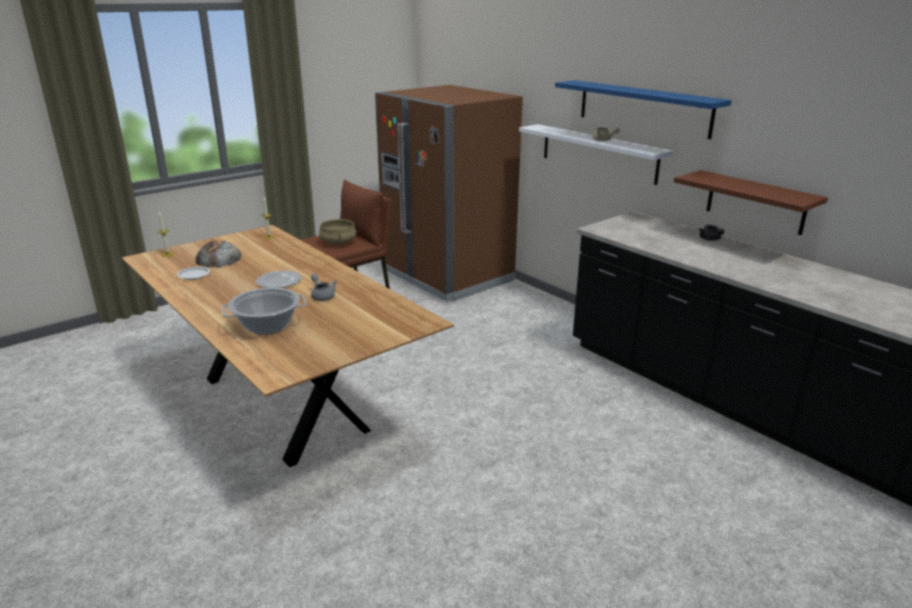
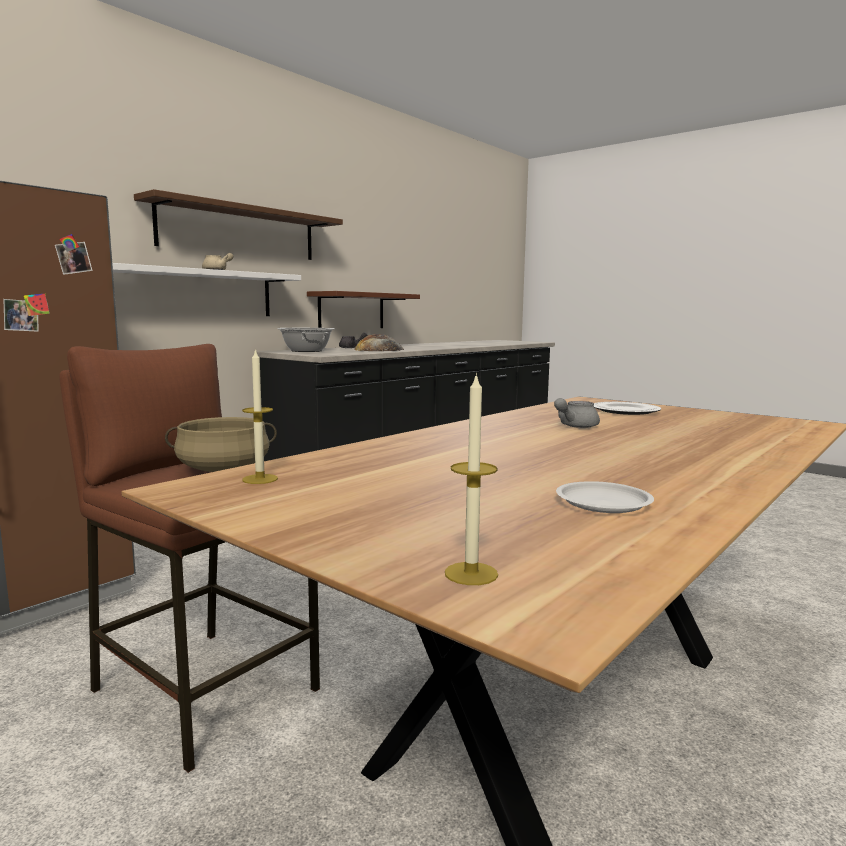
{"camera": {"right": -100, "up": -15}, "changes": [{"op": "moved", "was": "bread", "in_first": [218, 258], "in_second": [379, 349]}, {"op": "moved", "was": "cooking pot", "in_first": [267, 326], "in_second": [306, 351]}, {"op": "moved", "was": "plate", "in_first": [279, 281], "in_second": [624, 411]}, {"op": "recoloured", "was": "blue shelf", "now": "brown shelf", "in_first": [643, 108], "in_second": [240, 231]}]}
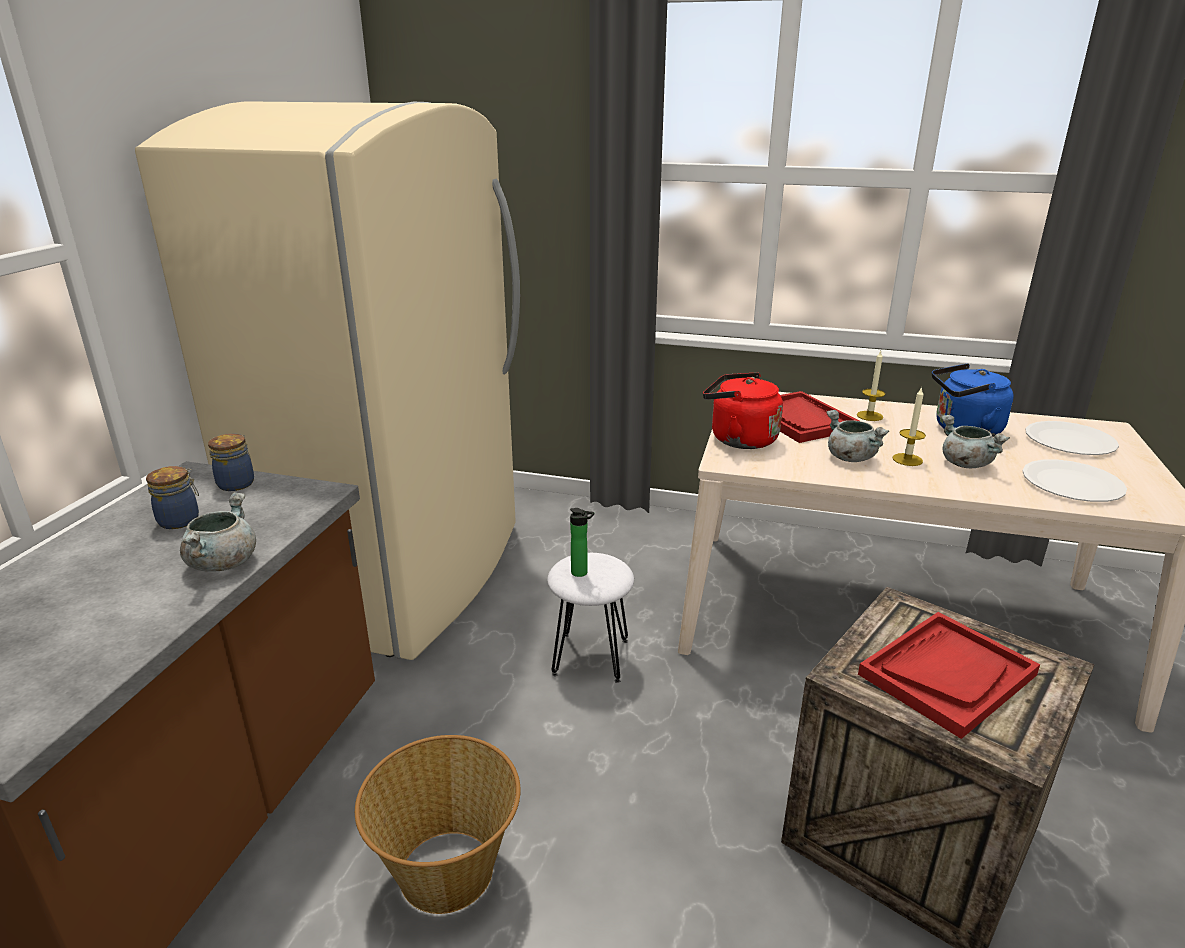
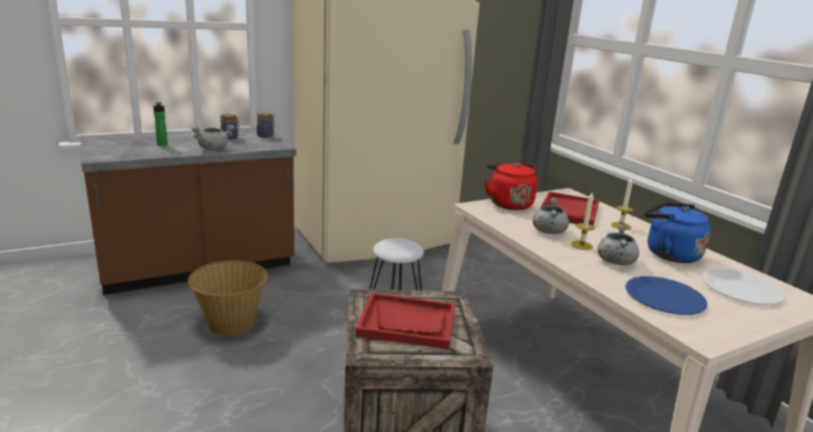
{"camera": {"right": 45, "up": -5}, "changes": [{"op": "moved", "was": "bottle", "in_first": [581, 573], "in_second": [162, 145]}, {"op": "recoloured", "was": "white plate", "now": "blue plate", "in_first": [1071, 483], "in_second": [664, 297]}]}
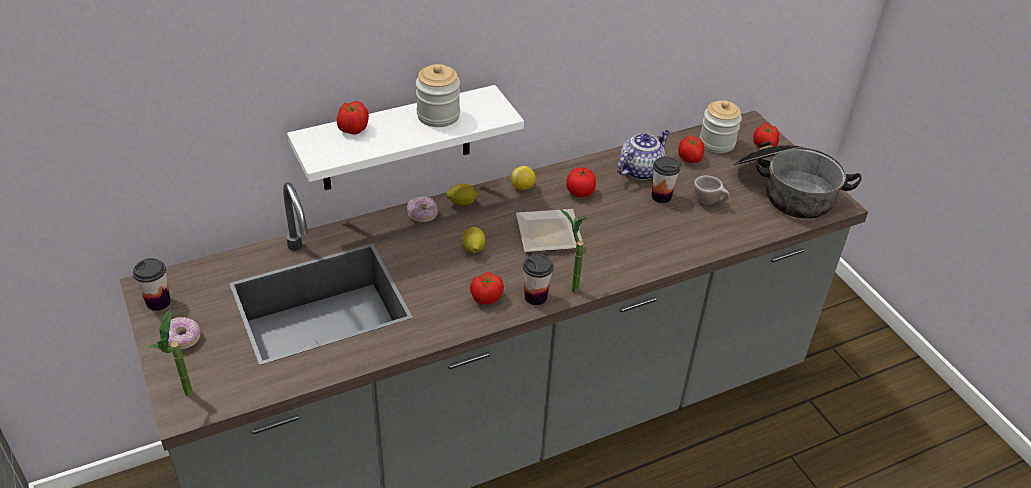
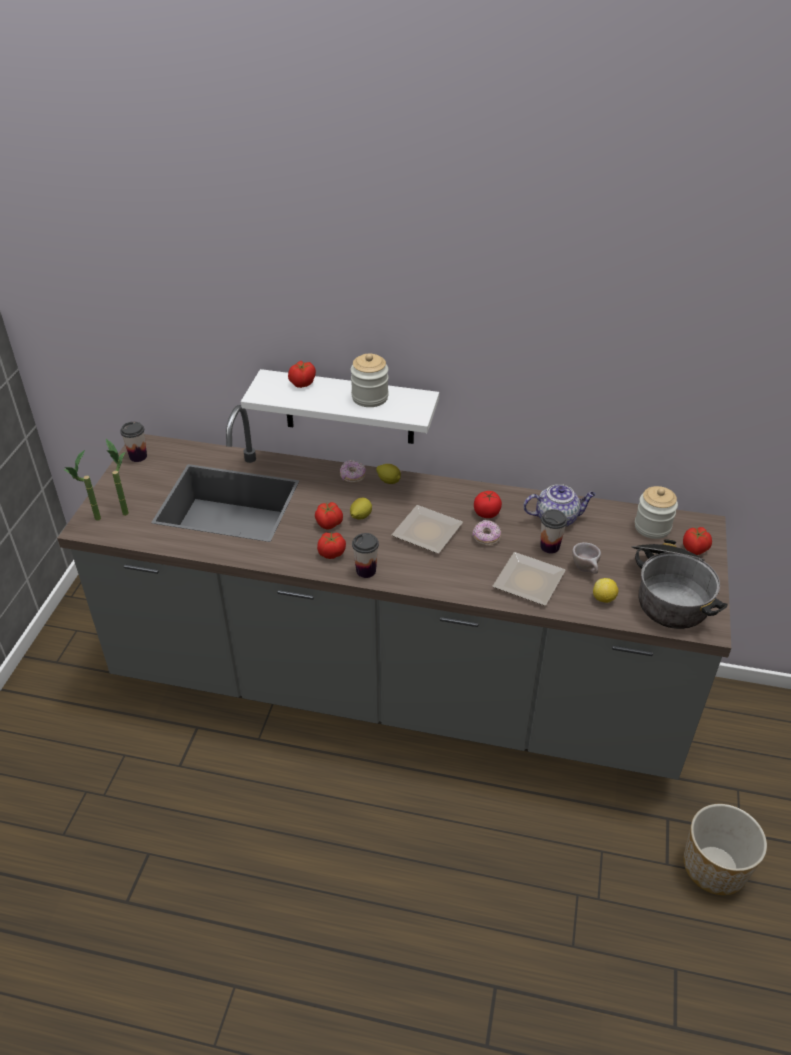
{"camera": {"right": 40, "up": 0}, "changes": [{"op": "moved", "was": "donut", "in_first": [183, 339], "in_second": [486, 538]}, {"op": "moved", "was": "lemon", "in_first": [523, 187], "in_second": [603, 599]}, {"op": "moved", "was": "potted plant", "in_first": [569, 286], "in_second": [125, 509]}, {"op": "moved", "was": "tomato", "in_first": [690, 158], "in_second": [329, 524]}, {"op": "added", "now": "plate", "in_second": [530, 583]}, {"op": "added", "now": "planter", "in_second": [715, 867]}]}
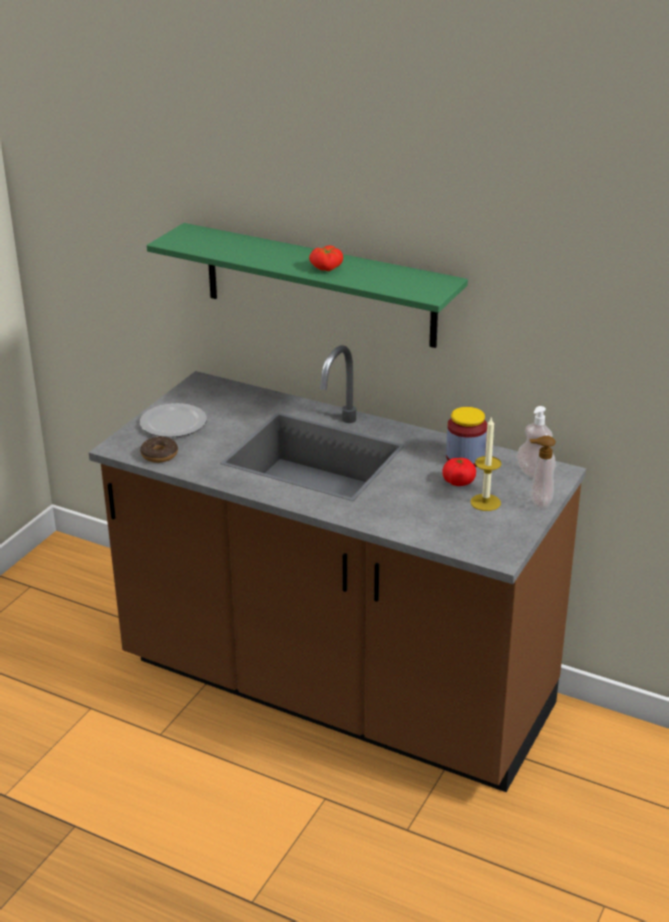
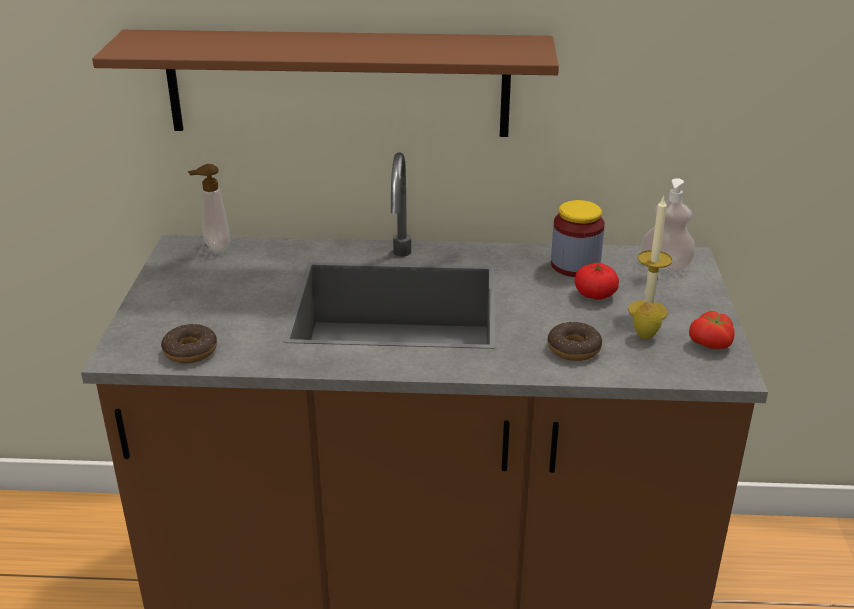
{"camera": {"right": -25, "up": 0}, "changes": [{"op": "removed", "was": "plate", "in_first": [174, 423]}, {"op": "recoloured", "was": "green shelf", "now": "brown shelf", "in_first": [319, 285], "in_second": [338, 83]}, {"op": "moved", "was": "tomato", "in_first": [326, 269], "in_second": [711, 344]}, {"op": "moved", "was": "soap dispenser", "in_first": [538, 504], "in_second": [214, 248]}, {"op": "added", "now": "donut", "in_second": [574, 349]}, {"op": "added", "now": "lemon", "in_second": [645, 336]}]}
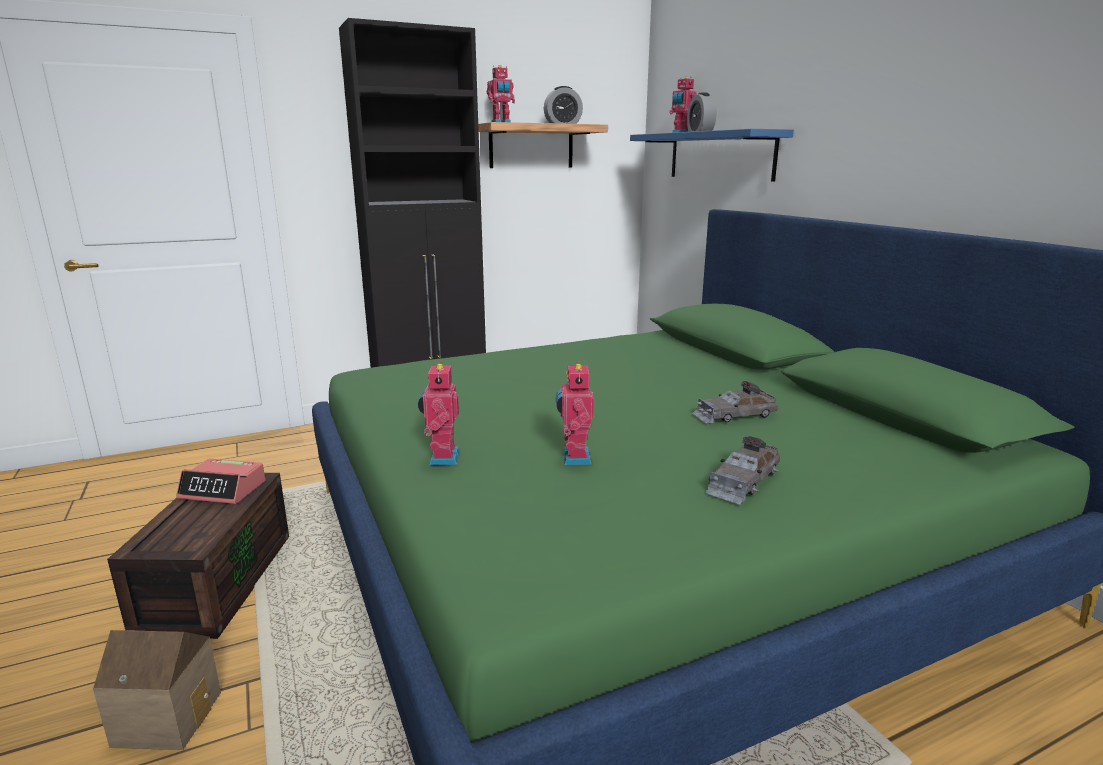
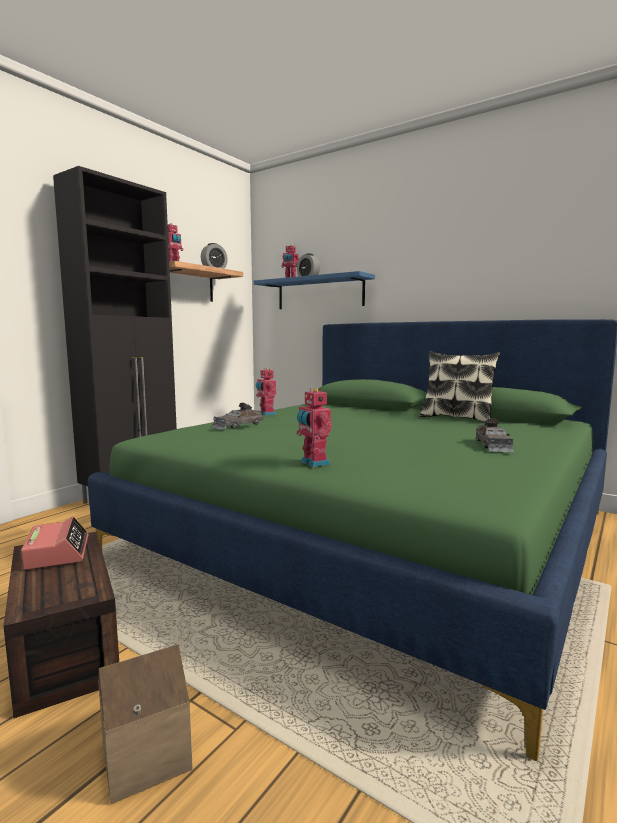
{"camera": {"right": -30, "up": -10}, "changes": [{"op": "turned", "was": "alarm clock", "in_first": [223, 490], "in_second": [57, 552], "clockwise": -90}, {"op": "moved", "was": "toy robot", "in_first": [574, 458], "in_second": [266, 414]}, {"op": "moved", "was": "grey toy car", "in_first": [733, 415], "in_second": [237, 425]}, {"op": "added", "now": "pillow", "in_second": [457, 418]}]}
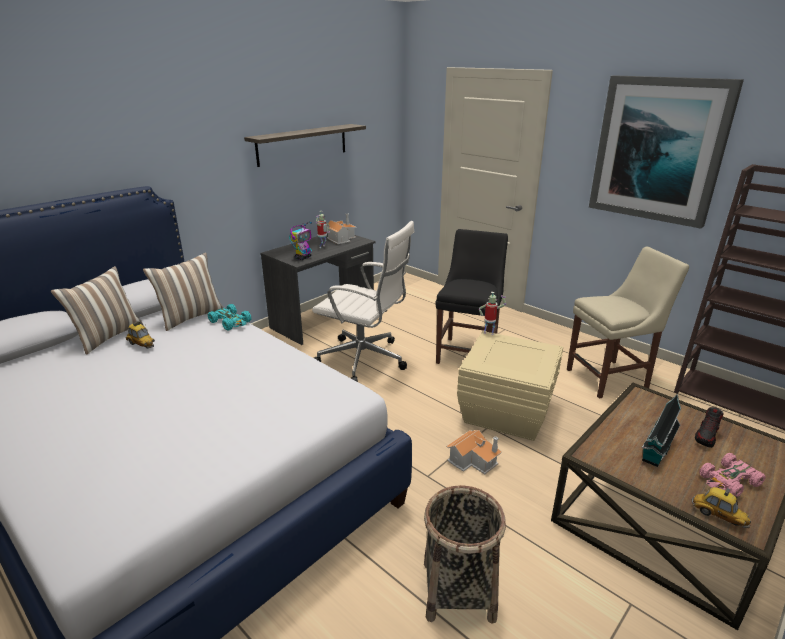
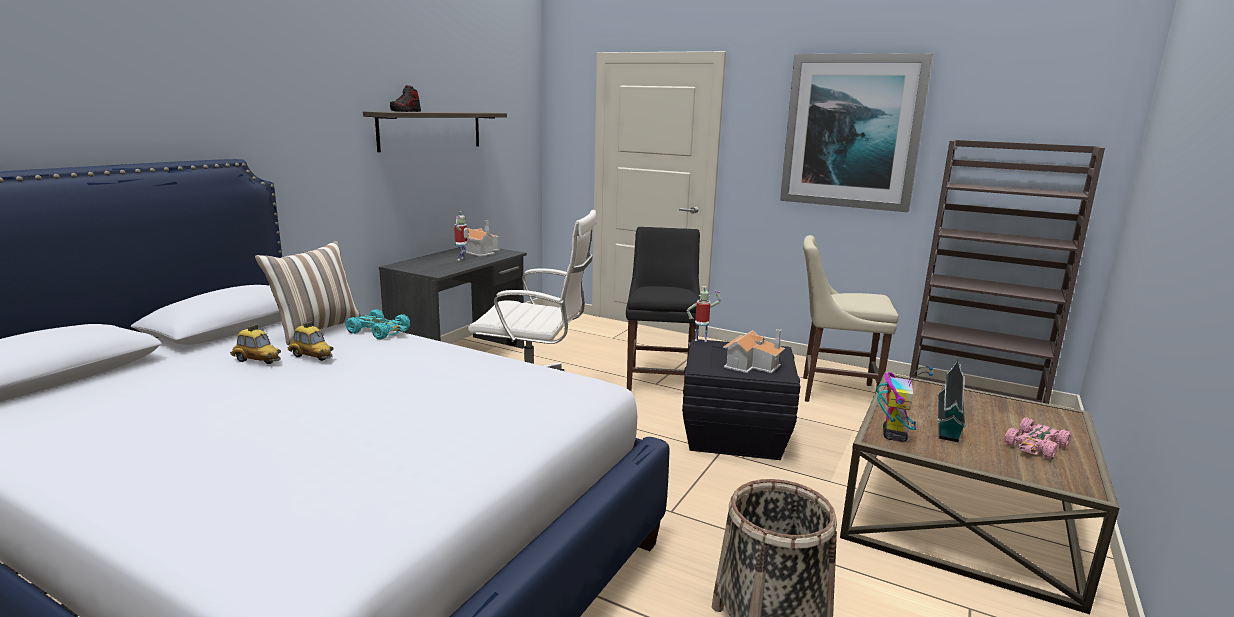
{"camera": {"right": -15, "up": -10}, "changes": [{"op": "removed", "was": "pillow", "in_first": [107, 337]}, {"op": "moved", "was": "toy robot", "in_first": [303, 258], "in_second": [894, 435]}, {"op": "moved", "was": "toy house", "in_first": [473, 460], "in_second": [752, 364]}, {"op": "recoloured", "was": "beige storage box", "now": "black storage box", "in_first": [505, 411], "in_second": [733, 434]}, {"op": "turned", "was": "beige chair", "in_first": [610, 378], "in_second": [833, 392], "clockwise": -135}, {"op": "moved", "was": "toy car", "in_first": [718, 516], "in_second": [312, 357]}, {"op": "moved", "was": "shoe", "in_first": [706, 436], "in_second": [405, 111]}]}
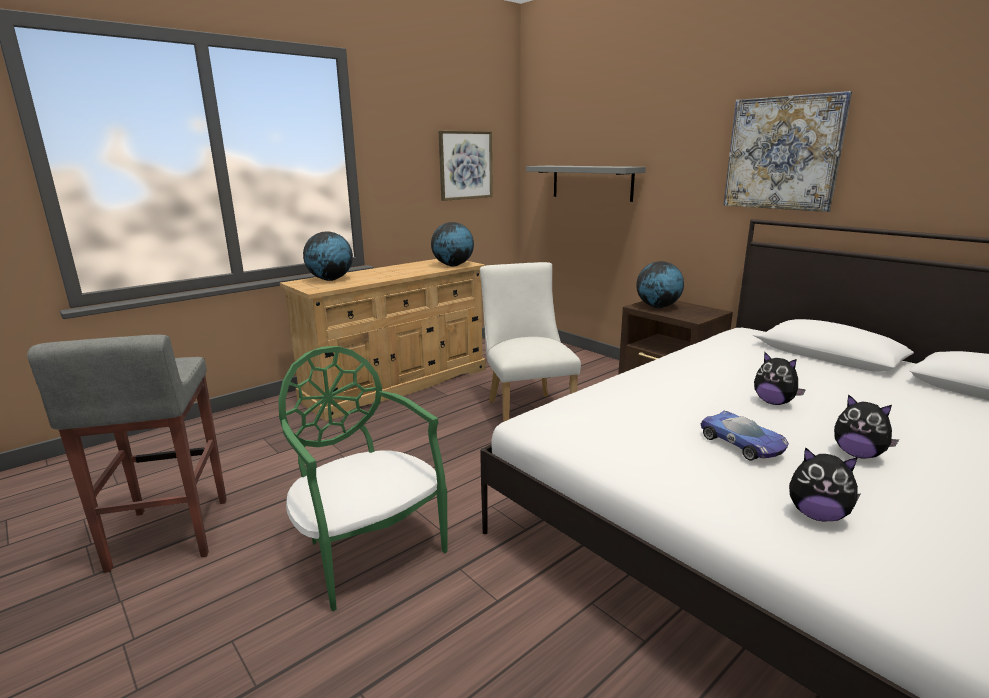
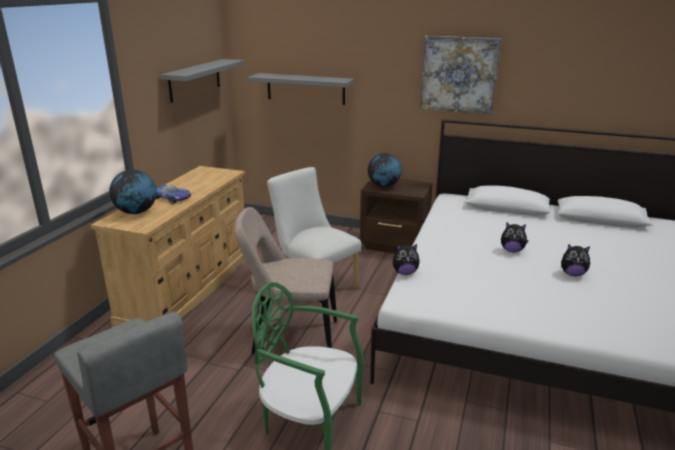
{"camera": {"right": -30, "up": 5}, "changes": [{"op": "removed", "was": "globe", "in_first": [453, 265]}, {"op": "replaced", "was": "picture", "now": "grey shelf", "in_first": [465, 165], "in_second": [195, 80]}, {"op": "moved", "was": "toy car", "in_first": [743, 443], "in_second": [172, 198]}, {"op": "moved", "was": "plush toy", "in_first": [817, 515], "in_second": [405, 273]}, {"op": "added", "now": "beige chair", "in_second": [290, 338]}]}
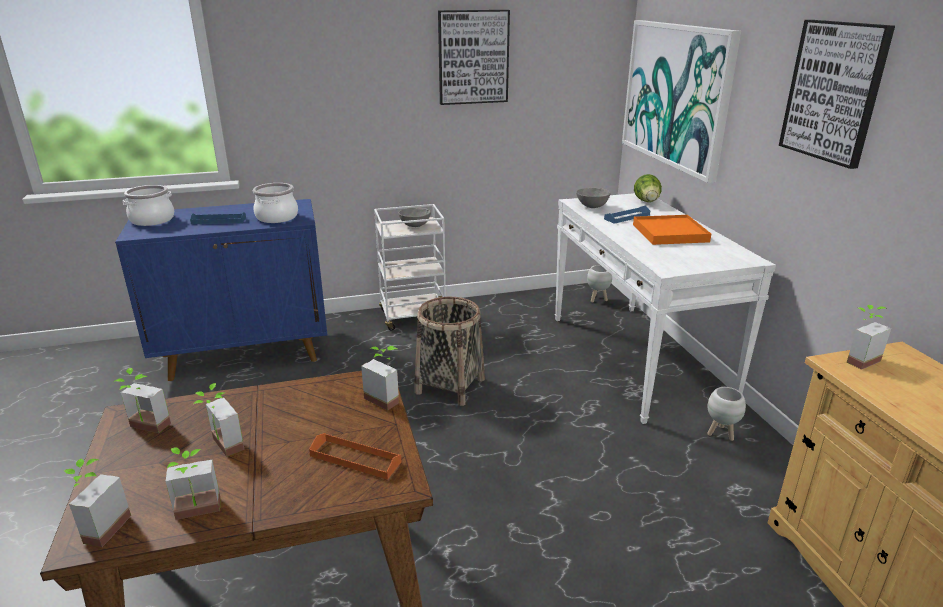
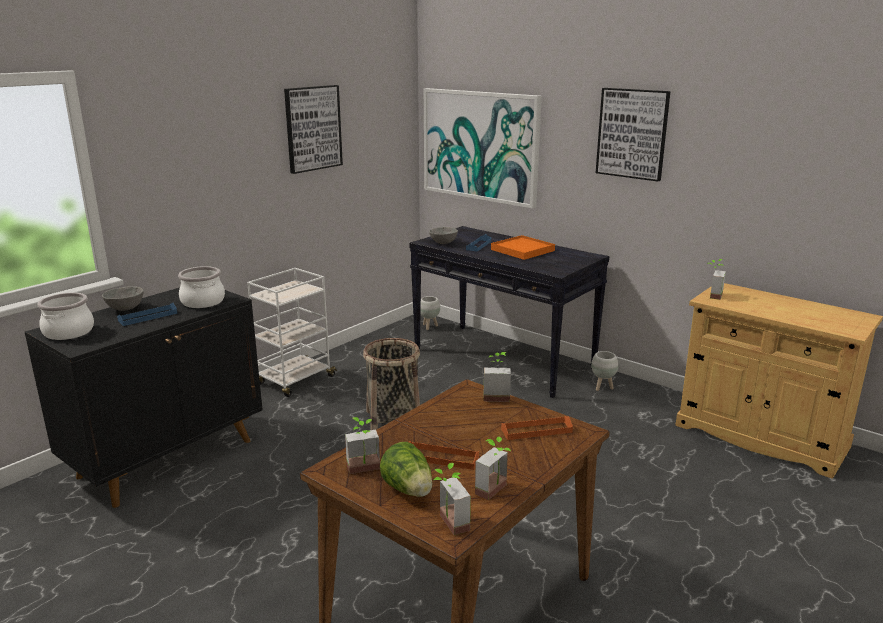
{"camera": {"right": -35, "up": -5}, "changes": [{"op": "recoloured", "was": "blue cabinet", "now": "black cabinet", "in_first": [246, 353], "in_second": [168, 458]}, {"op": "replaced", "was": "potted plant", "now": "orange tray", "in_first": [221, 447], "in_second": [441, 458]}, {"op": "moved", "was": "grey bowl", "in_first": [414, 225], "in_second": [124, 309]}, {"op": "recoloured", "was": "white console table", "now": "black console table", "in_first": [637, 358], "in_second": [503, 359]}, {"op": "moved", "was": "lettuce", "in_first": [647, 202], "in_second": [409, 490]}]}
